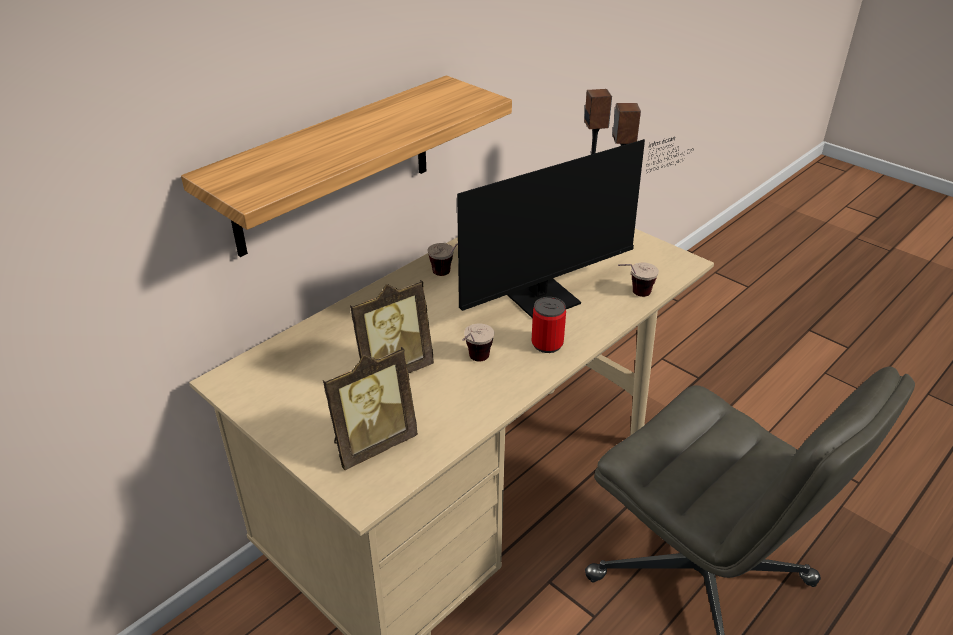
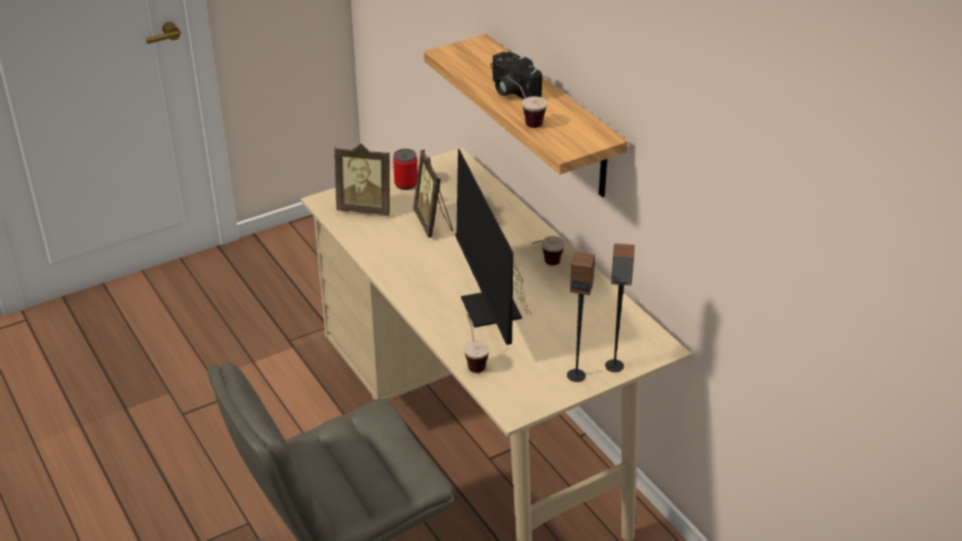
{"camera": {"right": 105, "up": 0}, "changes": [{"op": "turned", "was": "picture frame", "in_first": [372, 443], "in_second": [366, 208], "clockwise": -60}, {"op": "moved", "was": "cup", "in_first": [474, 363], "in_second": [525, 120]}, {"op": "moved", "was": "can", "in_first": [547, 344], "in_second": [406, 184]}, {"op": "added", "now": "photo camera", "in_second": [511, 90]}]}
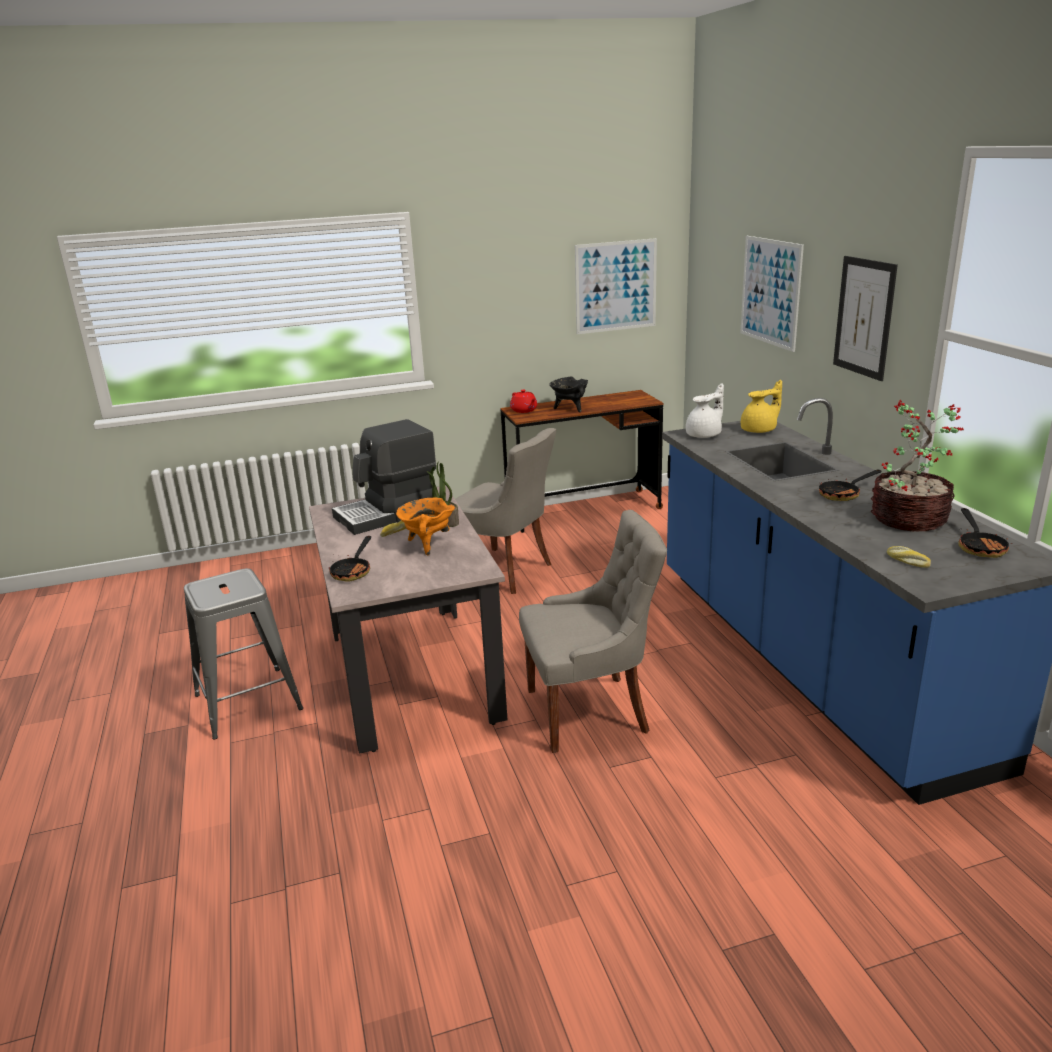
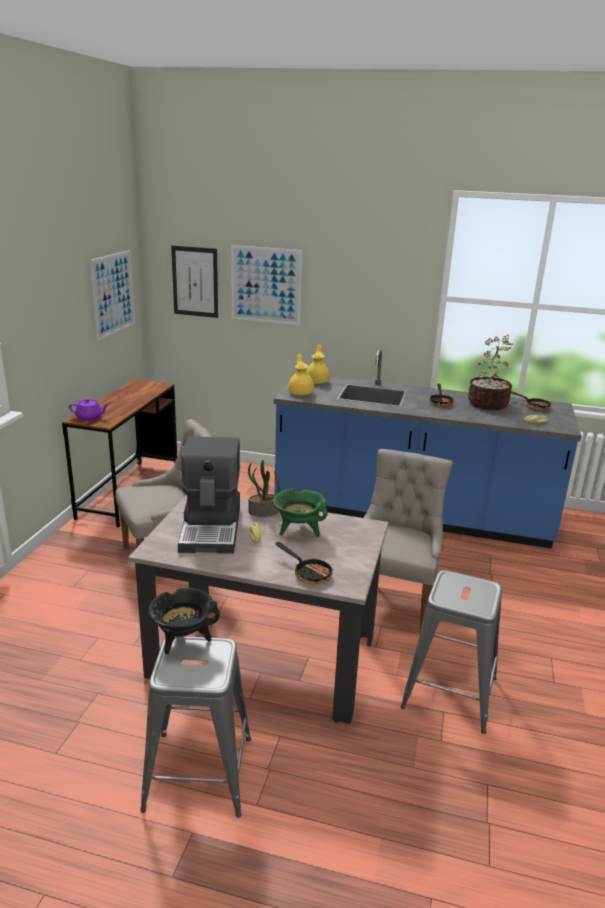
{"camera": {"right": -60, "up": 0}, "changes": [{"op": "recoloured", "was": "orange cooking pot", "now": "green cooking pot", "in_first": [427, 544], "in_second": [298, 530]}, {"op": "recoloured", "was": "red teapot", "now": "purple teapot", "in_first": [524, 410], "in_second": [90, 417]}, {"op": "moved", "was": "black cooking pot", "in_first": [570, 408], "in_second": [183, 640]}, {"op": "recoloured", "was": "white teapot", "now": "yellow teapot", "in_first": [705, 435], "in_second": [301, 393]}, {"op": "moved", "was": "picture", "in_first": [864, 317], "in_second": [195, 281]}, {"op": "added", "now": "grey stool", "in_second": [449, 692]}]}
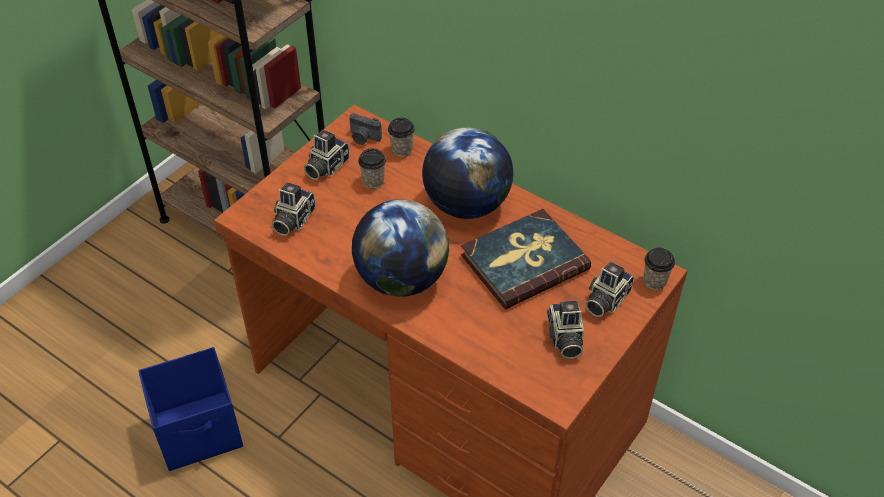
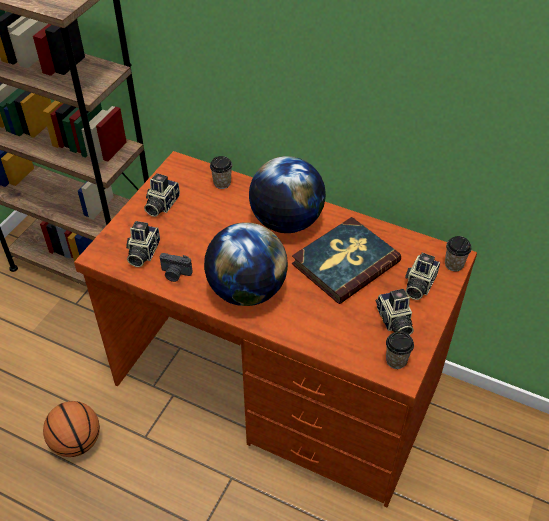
{"camera": {"right": -10, "up": 0}, "changes": [{"op": "replaced", "was": "blue storage box", "now": "basketball", "in_first": [200, 431], "in_second": [77, 442]}, {"op": "moved", "was": "photo camera", "in_first": [363, 138], "in_second": [175, 274]}, {"op": "moved", "was": "cup", "in_first": [373, 181], "in_second": [396, 360]}]}
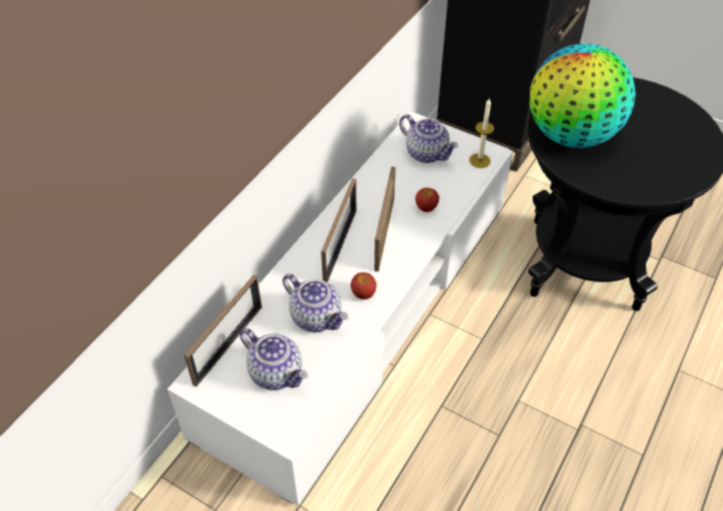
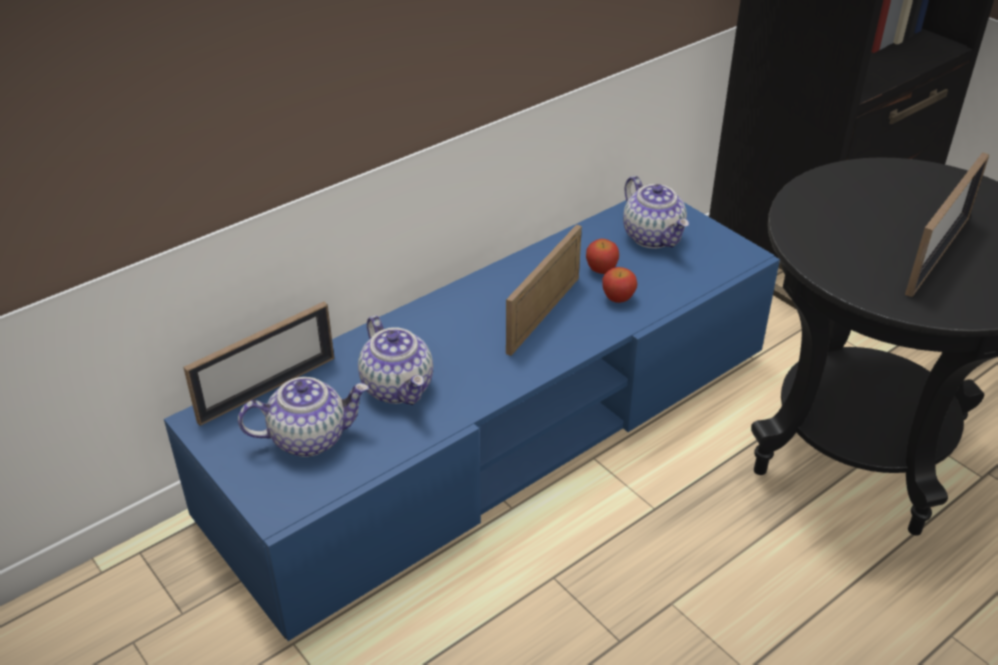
{"camera": {"right": 20, "up": -10}, "changes": [{"op": "recoloured", "was": "white tv stand", "now": "blue tv stand", "in_first": [361, 312], "in_second": [499, 431]}, {"op": "turned", "was": "teapot", "in_first": [276, 372], "in_second": [309, 437], "clockwise": -75}, {"op": "moved", "was": "picture frame", "in_first": [340, 245], "in_second": [937, 254]}, {"op": "moved", "was": "apple", "in_first": [363, 294], "in_second": [601, 269]}, {"op": "removed", "was": "candle", "in_first": [479, 160]}, {"op": "removed", "was": "globe", "in_first": [571, 135]}]}
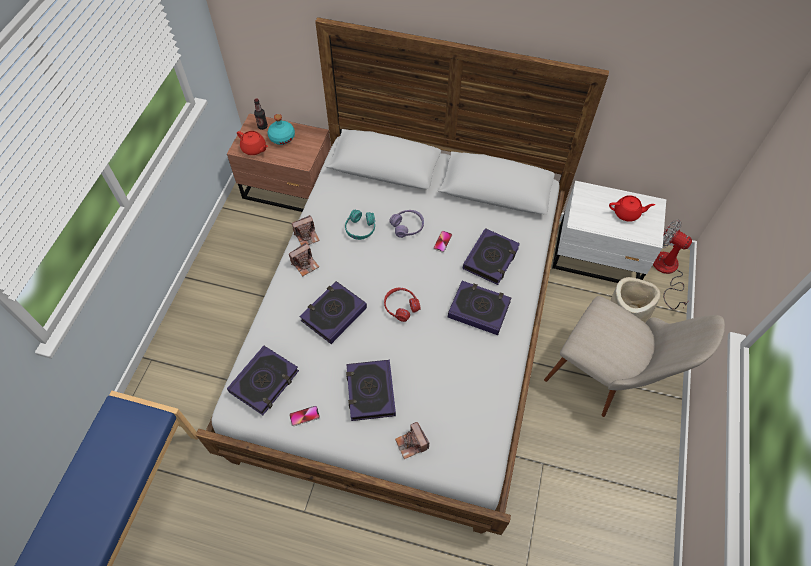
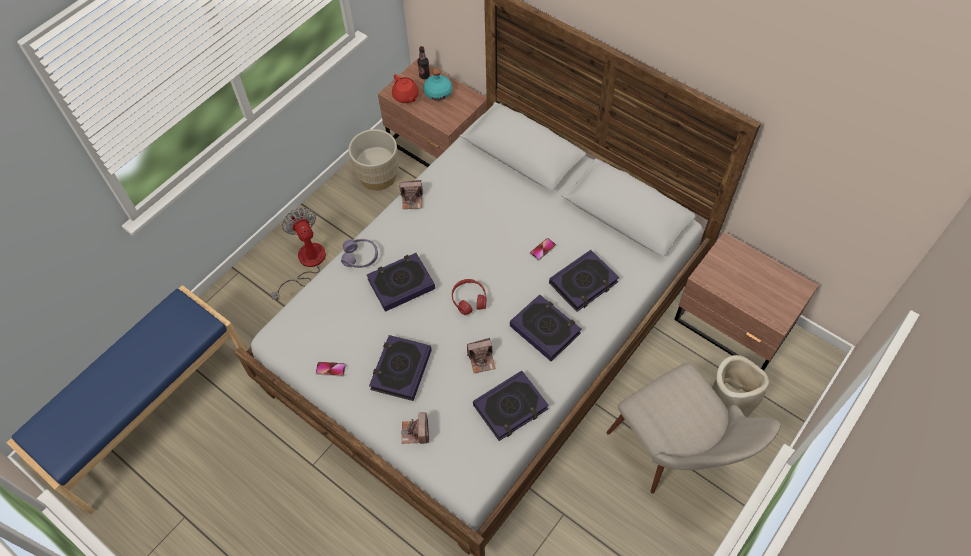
{"camera": {"right": 25, "up": 0}, "changes": [{"op": "moved", "was": "book", "in_first": [264, 382], "in_second": [510, 408]}, {"op": "moved", "was": "photo camera", "in_first": [305, 264], "in_second": [481, 360]}, {"op": "removed", "was": "turquoise headphones", "in_first": [360, 228]}, {"op": "moved", "was": "purple headphones", "in_first": [407, 226], "in_second": [360, 257]}, {"op": "recoloured", "was": "white nightstand", "now": "brown nightstand", "in_first": [598, 257], "in_second": [733, 326]}, {"op": "removed", "was": "red teapot", "in_first": [627, 213]}, {"op": "moved", "was": "fan", "in_first": [666, 271], "in_second": [306, 264]}, {"op": "added", "now": "beige planter", "in_second": [378, 176]}]}
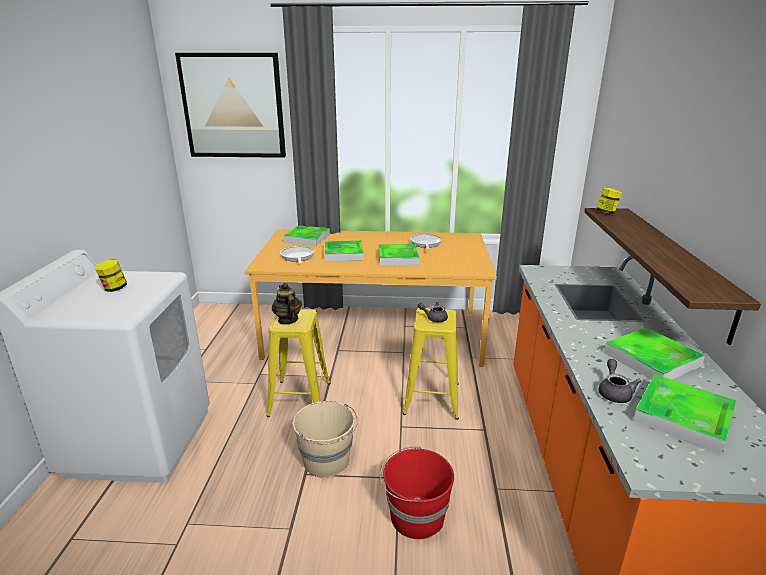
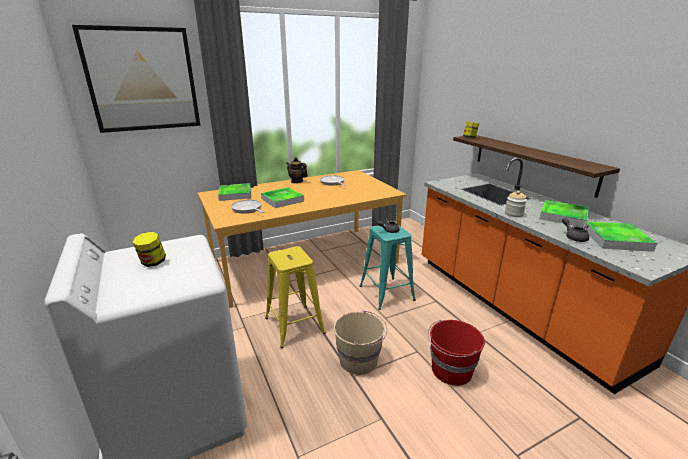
{"camera": {"right": -30, "up": 0}, "changes": [{"op": "moved", "was": "teapot", "in_first": [287, 320], "in_second": [297, 181]}, {"op": "removed", "was": "tray", "in_first": [398, 257]}, {"op": "recoloured", "was": "yellow stool", "now": "turquoise stool", "in_first": [431, 398], "in_second": [386, 293]}, {"op": "added", "now": "jar", "in_second": [514, 214]}]}
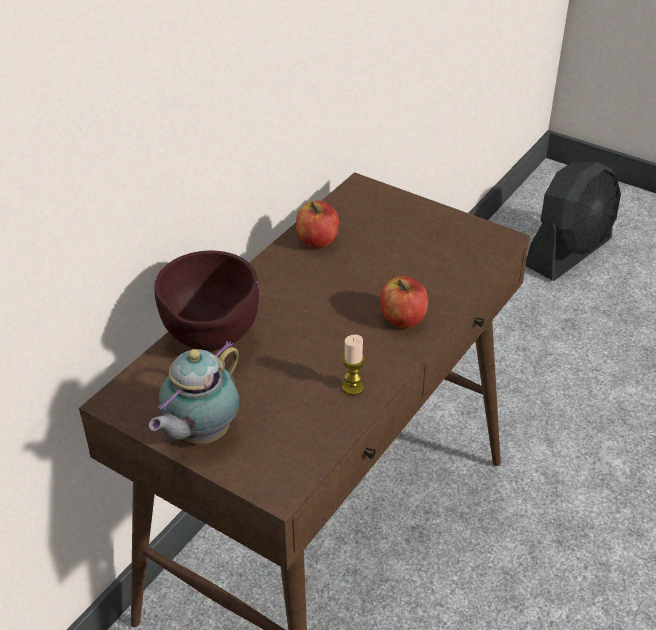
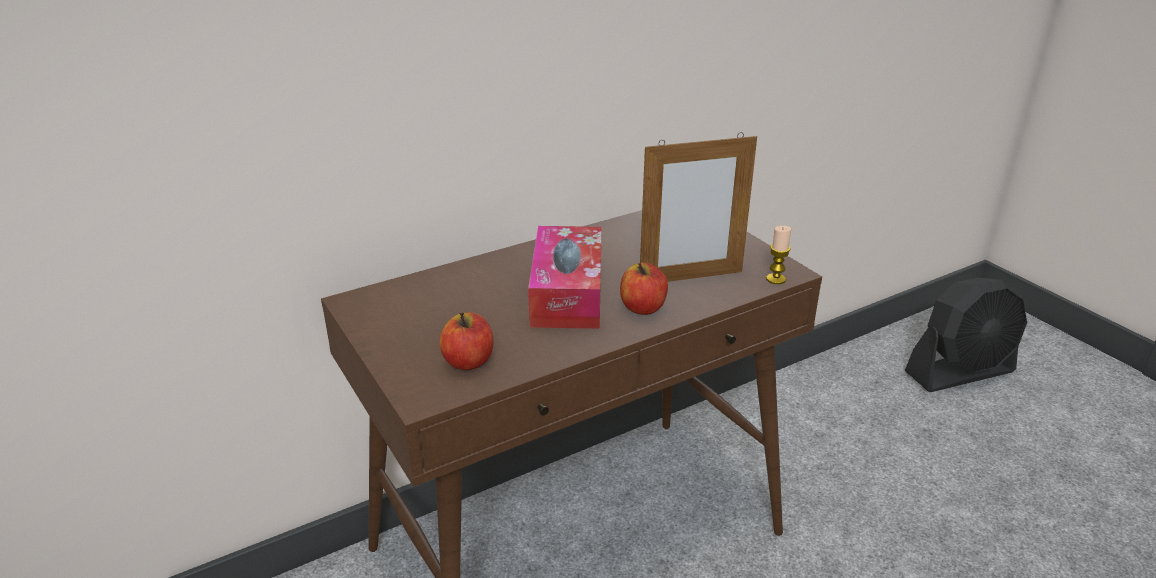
{"camera": {"right": 25, "up": -10}, "changes": [{"op": "removed", "was": "teapot", "in_first": [200, 434]}, {"op": "removed", "was": "brown bowl", "in_first": [211, 343]}, {"op": "moved", "was": "apple", "in_first": [317, 240], "in_second": [468, 361]}, {"op": "moved", "was": "candle", "in_first": [352, 387], "in_second": [776, 279]}, {"op": "added", "now": "tissue box", "in_second": [567, 293]}, {"op": "added", "now": "picture frame", "in_second": [691, 278]}]}
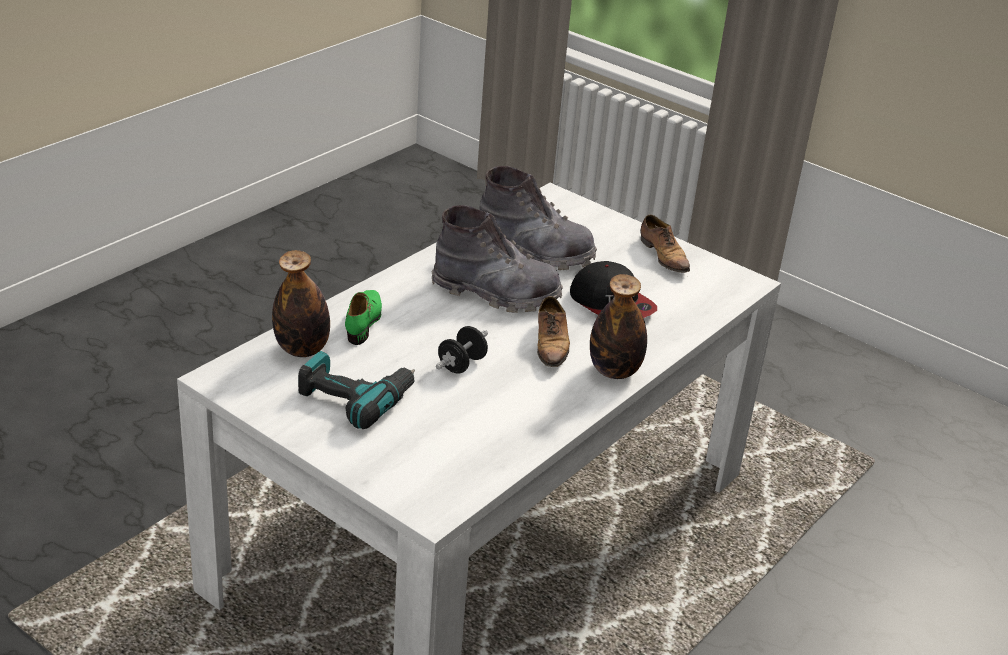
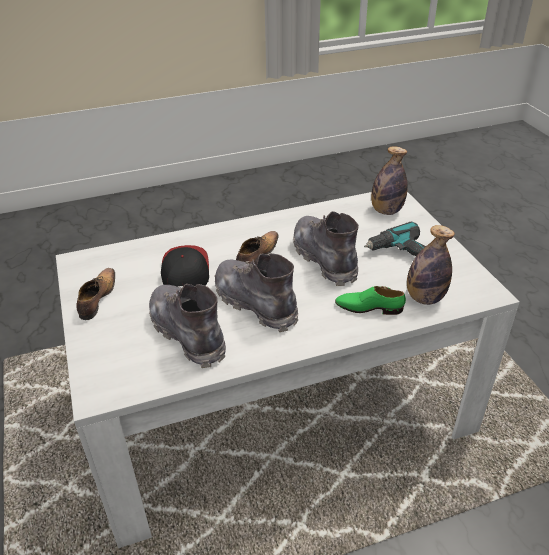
{"camera": {"right": -145, "up": 5}, "changes": [{"op": "turned", "was": "green shoe", "in_first": [364, 321], "in_second": [369, 307], "clockwise": 60}, {"op": "replaced", "was": "black dumbbell", "now": "grey boot", "in_first": [461, 364], "in_second": [324, 259]}, {"op": "moved", "was": "bottle", "in_first": [614, 371], "in_second": [386, 211]}]}
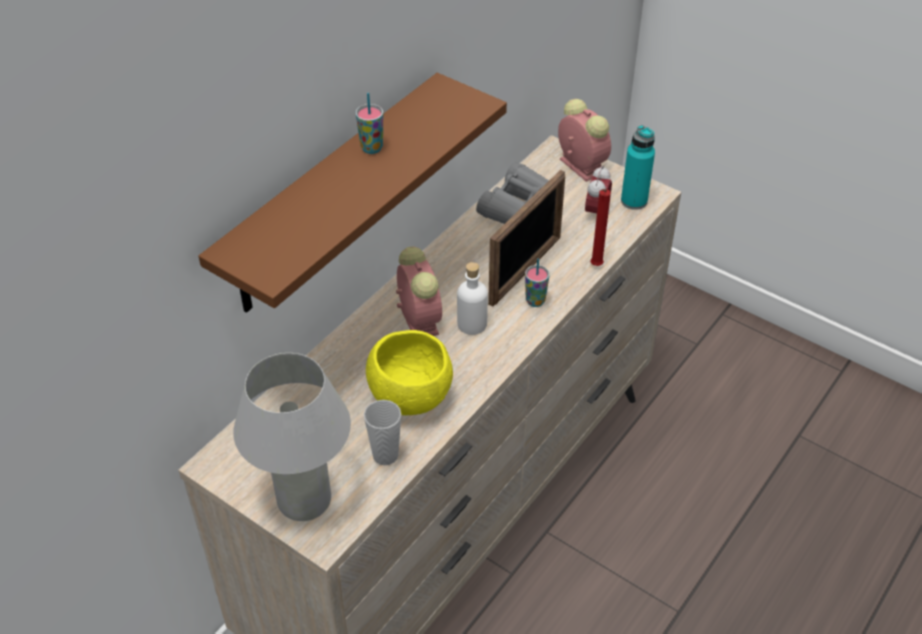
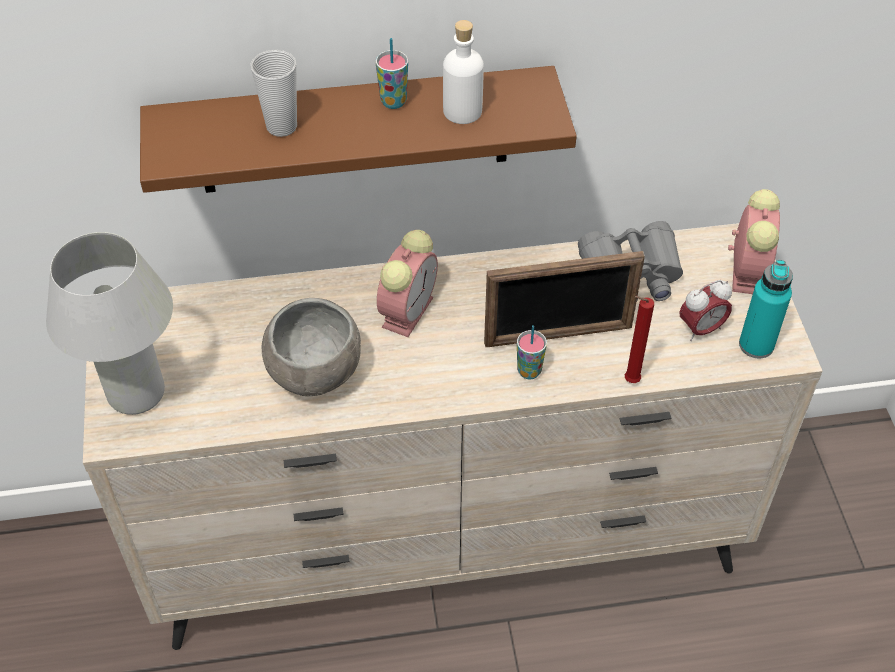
{"camera": {"right": 45, "up": 5}, "changes": [{"op": "moved", "was": "cup", "in_first": [385, 455], "in_second": [281, 126]}, {"op": "recoloured", "was": "yellow bowl", "now": "grey bowl", "in_first": [409, 396], "in_second": [316, 373]}, {"op": "moved", "was": "white bottle", "in_first": [472, 324], "in_second": [462, 111]}]}
